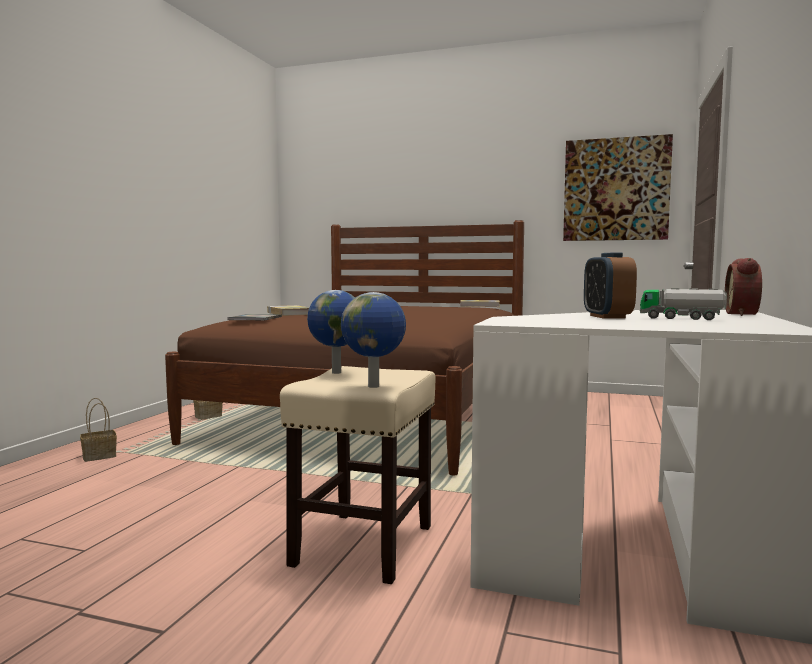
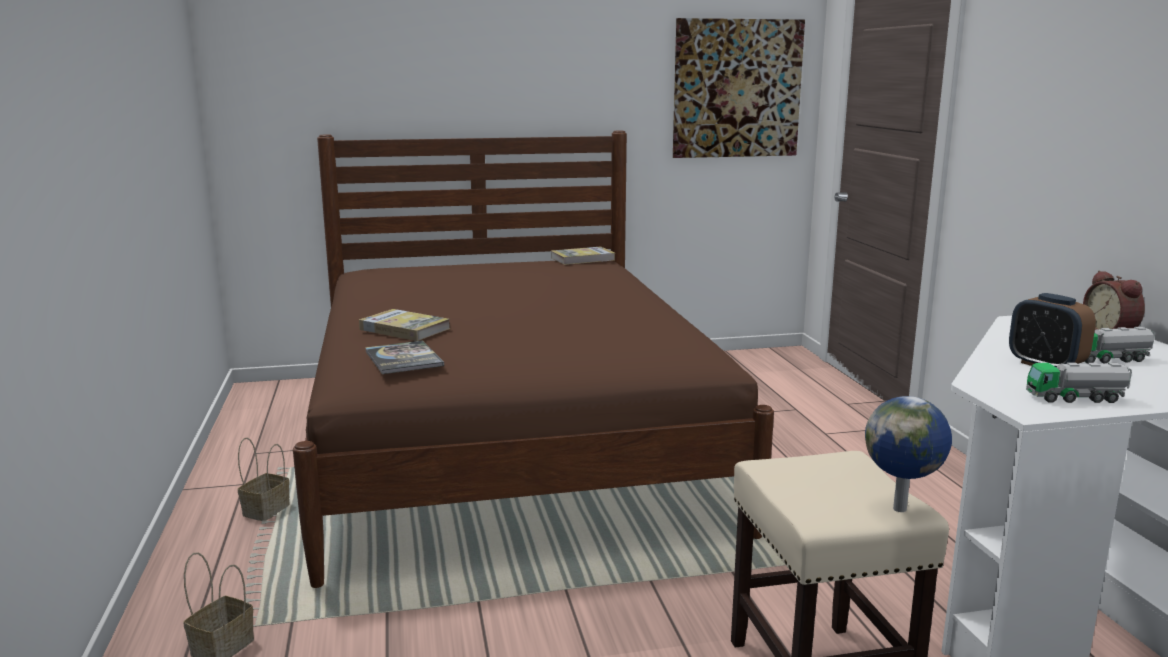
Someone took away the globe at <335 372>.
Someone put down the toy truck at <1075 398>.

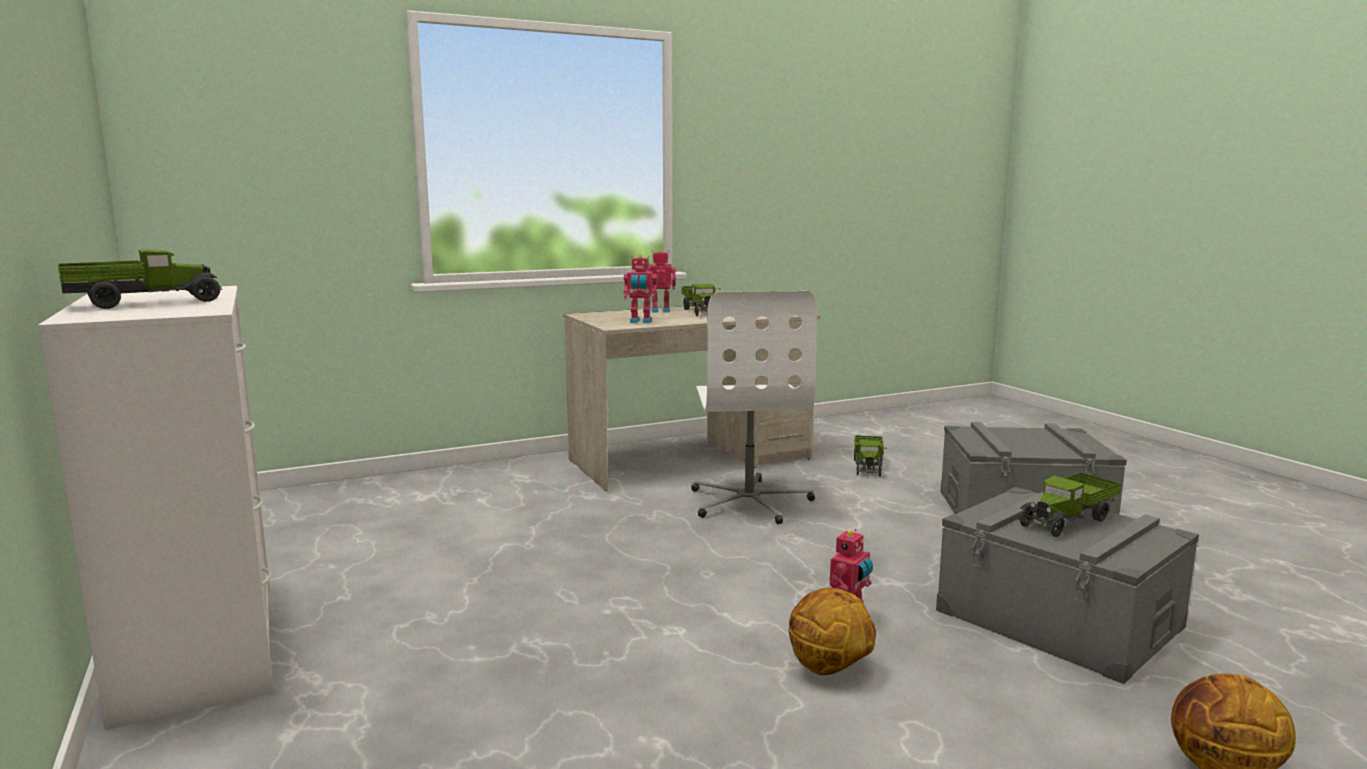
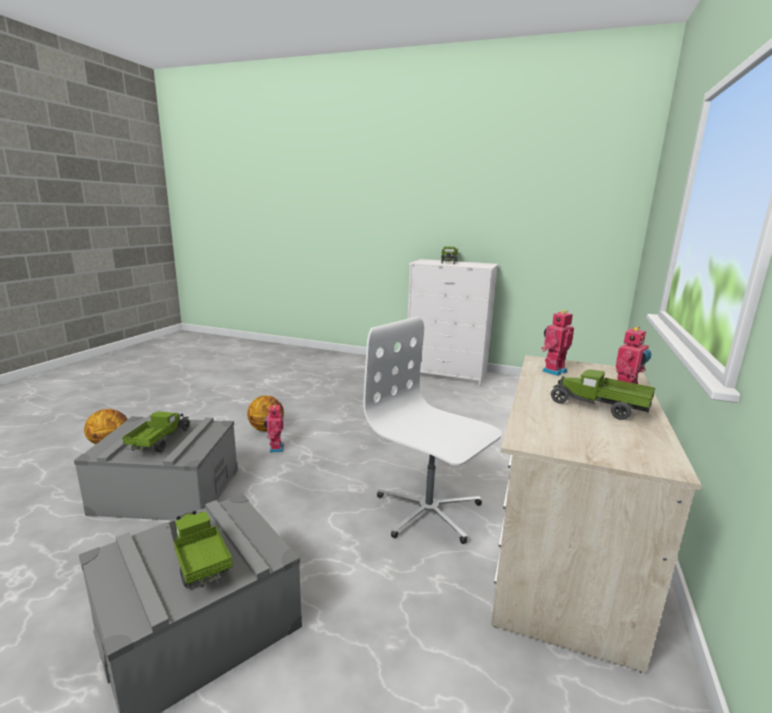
Someone carried the toy truck from <868 466> to <198 560>.

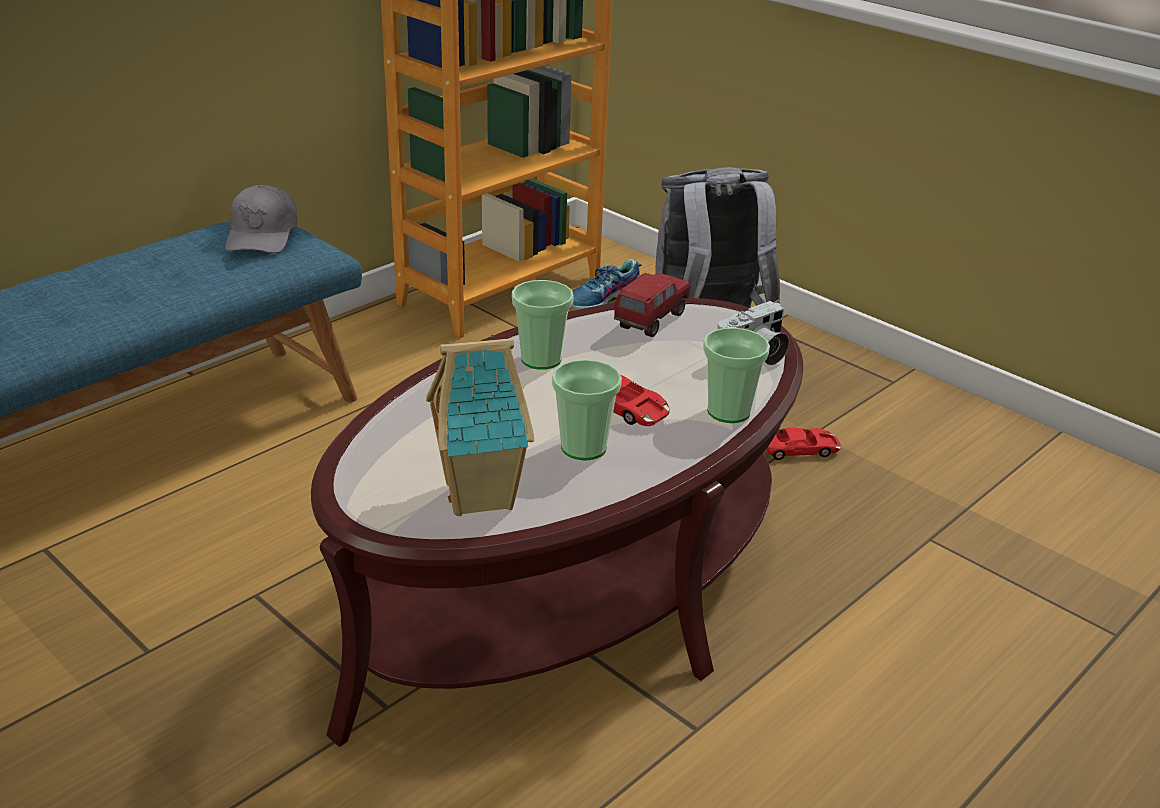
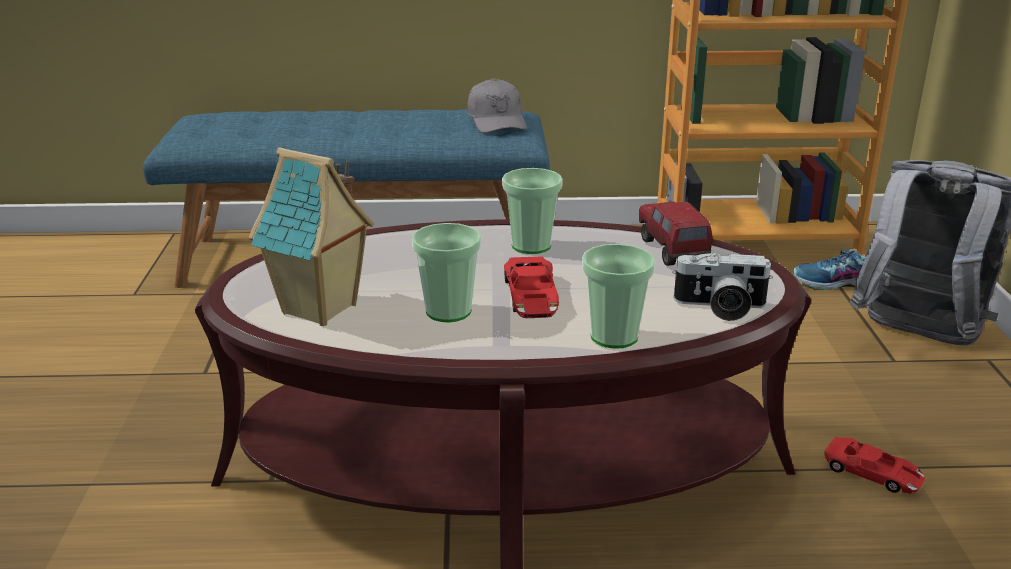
Someone rotated the cap in grey at <263 235> by 60 degrees counterclockwise.
Someone rotated the toy truck at <650 321> by 90 degrees counterclockwise.

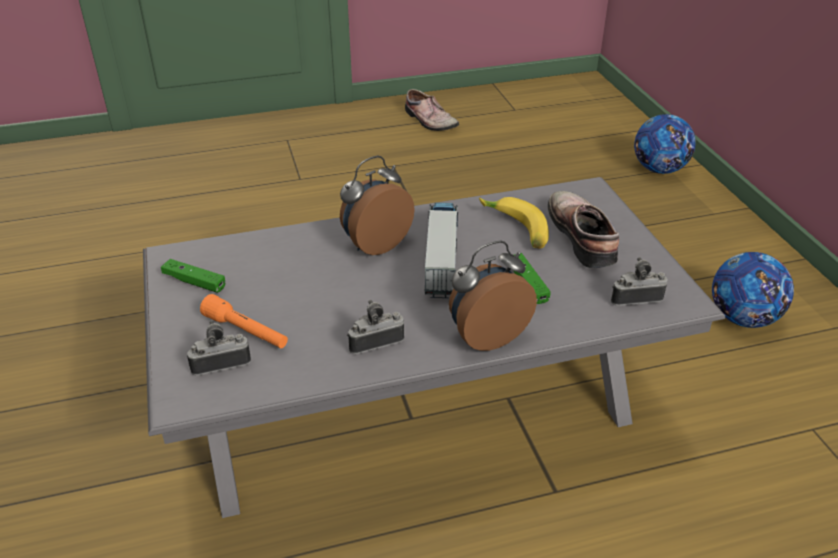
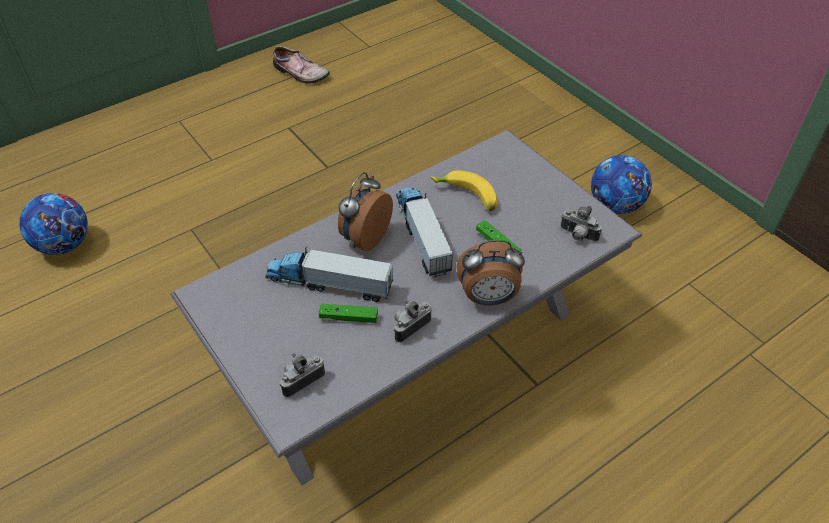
Someone carried the football from <659 169> to <64 245>.
Someone took away the shoe at <585 236>.
Someone rotated the alarm clock at <486 335> by 135 degrees counterclockwise.
Someone rotated the photo camera at <634 297> by 120 degrees counterclockwise.
Someone carried the game controller in green from <194 282> to <349 318>.
Someone took away the flashlight in orange at <246 332>.
Someone put down the toy truck at <329 283>.

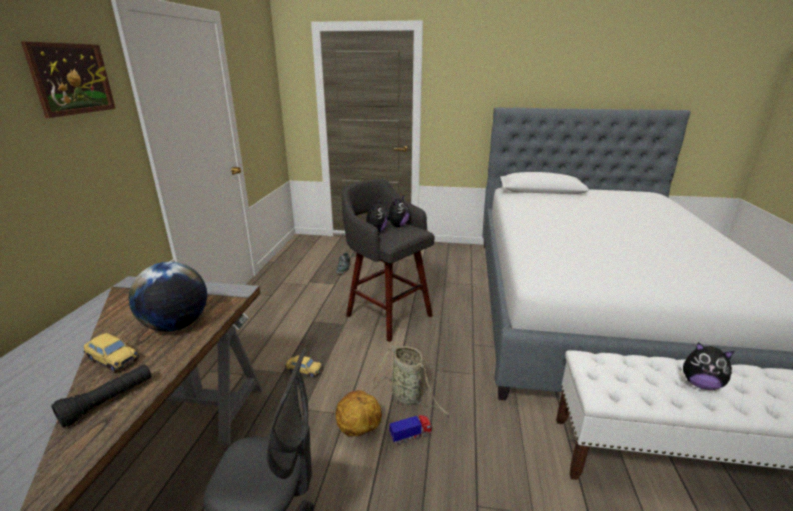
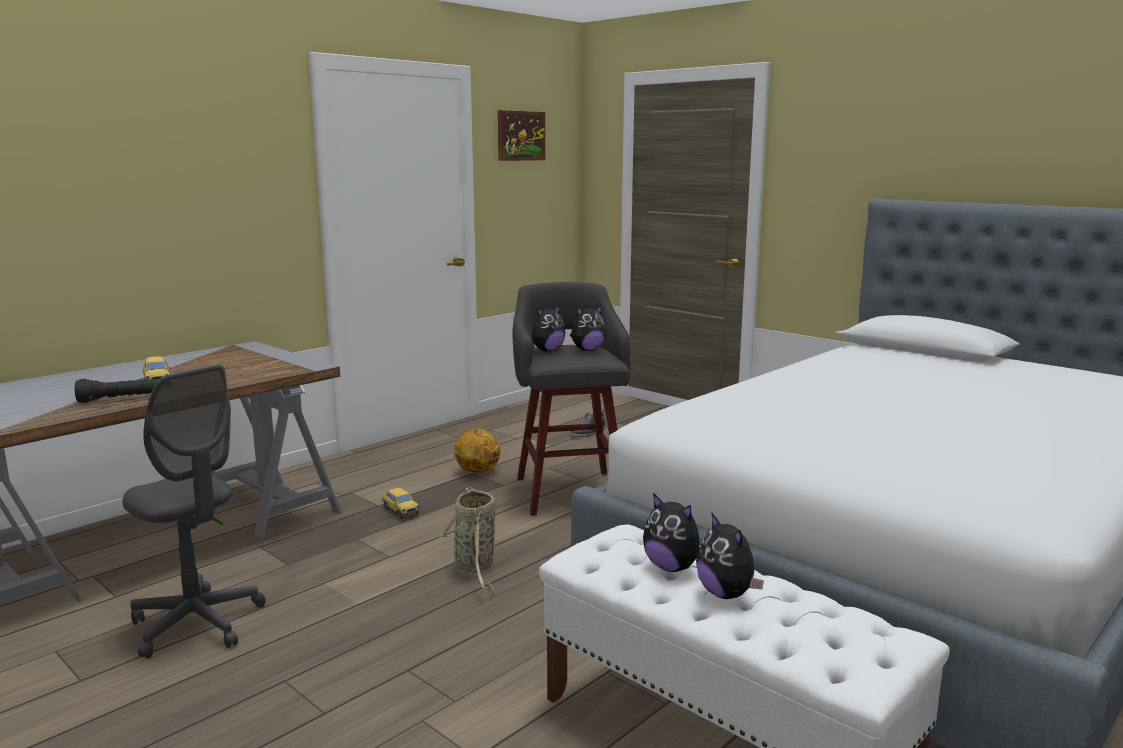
Someone carried the picture from <72 79> to <521 136>.
Someone took away the globe at <176 325>.
Someone carried the basketball from <358 430> to <477 471>.
Someone took away the toy truck at <411 436>.
Someone put down the plush toy at <672 567>.

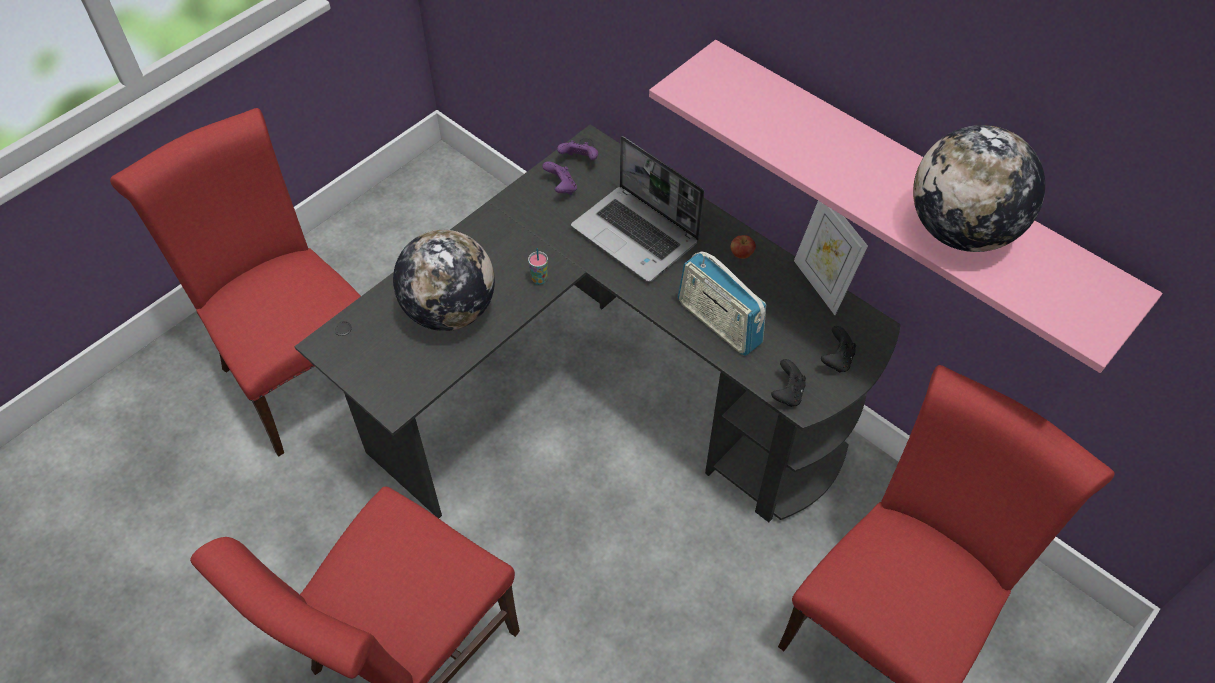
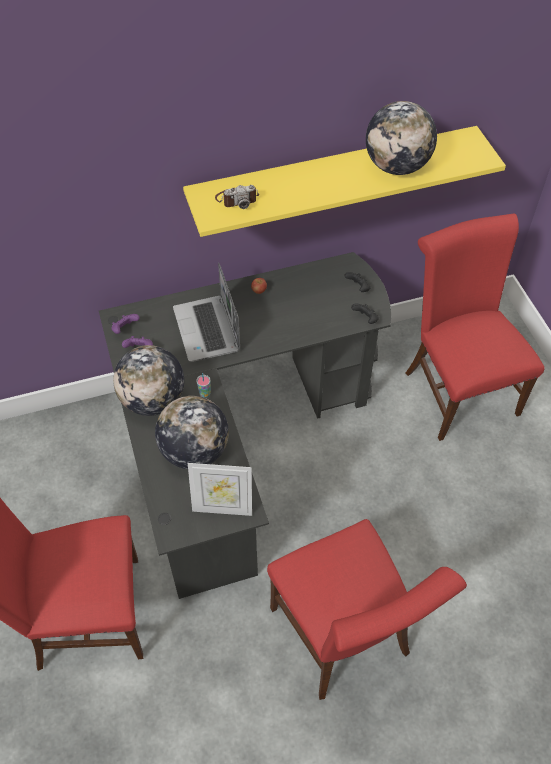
Someone repainted the shelf in pink at <907 185>, which became the shelf in yellow at <333 176>.
Someone rotated the laptop at <637 235> by 90 degrees clockwise.
Someone carried the picture frame from <820 284> to <222 507>.
Someone took away the radio at <719 323>.
Someone put down the photo camera at <237 199>.
Someone put down the globe at <153 400>.

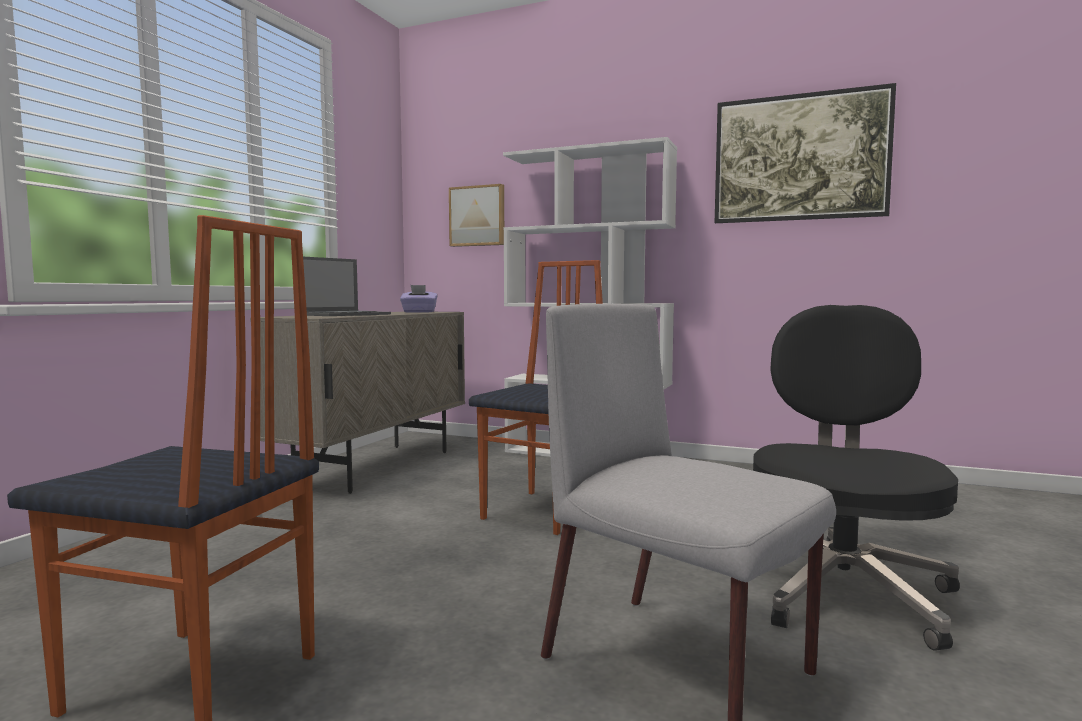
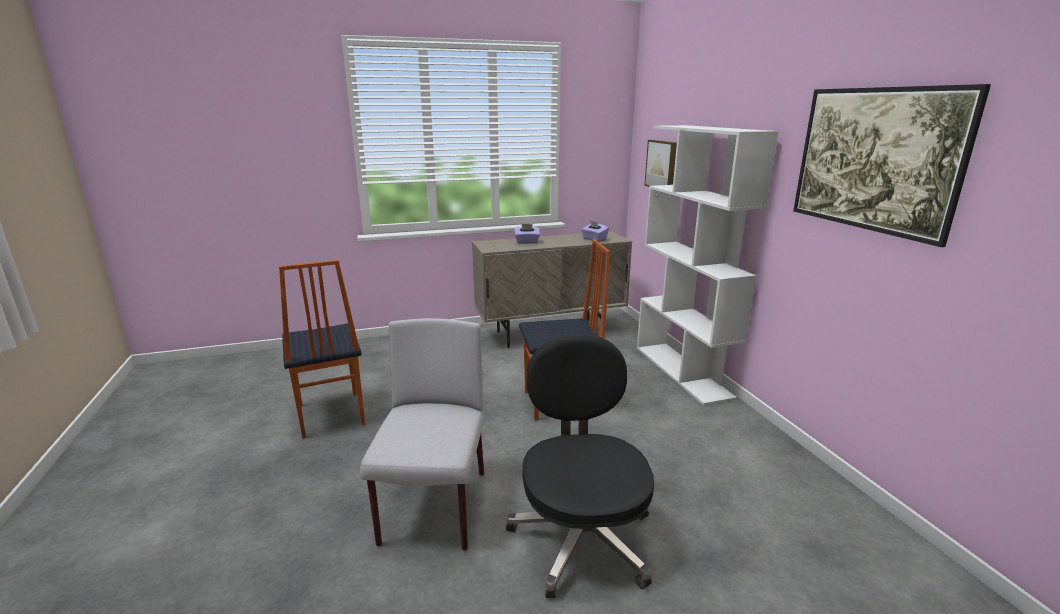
Someone swapped the laptop at <344 314> for the tissue box in purple at <527 242>.
Someone rotated the office chair in black at <841 590> by 75 degrees counterclockwise.

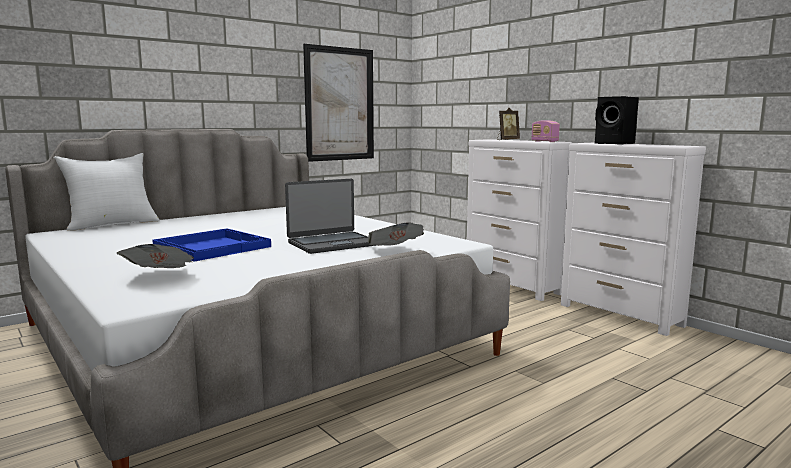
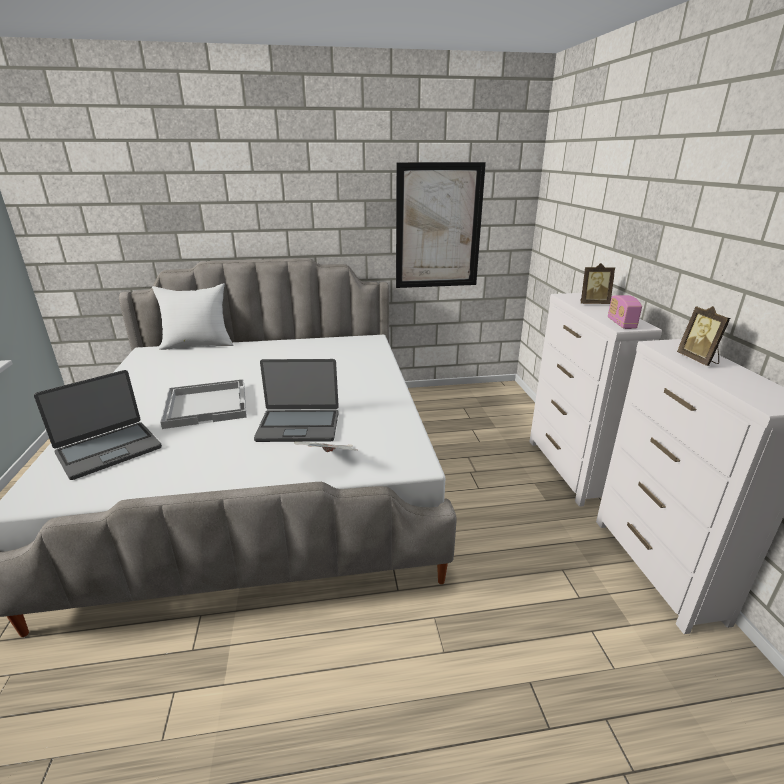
Someone swapped the speaker in black at <615 143> for the picture frame at <698 360>.
Someone repainted the tray in blue at <212 247>, which became the tray in white at <207 404>.
Someone swapped the newspaper at <160 276> for the laptop at <108 450>.

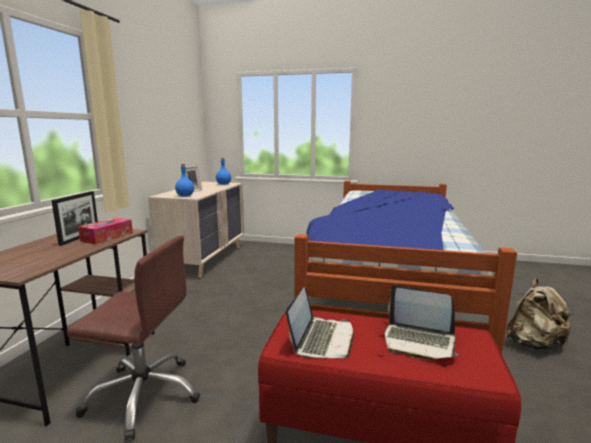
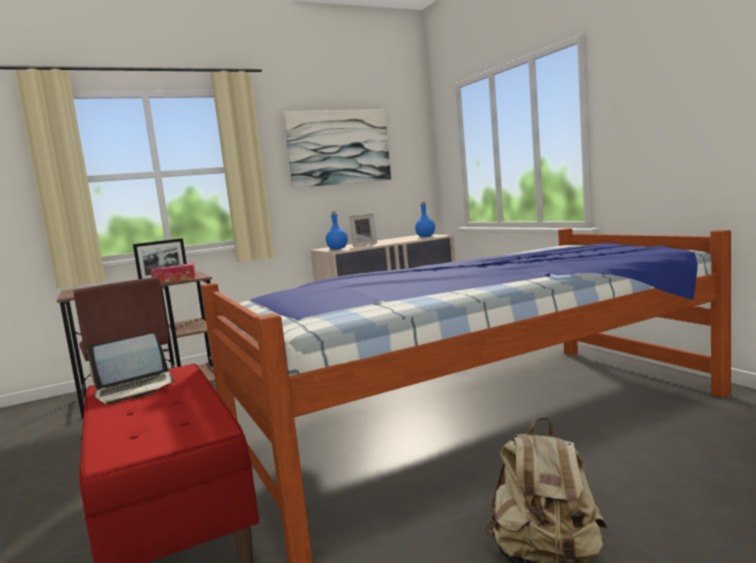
Someone took away the laptop at <418 341>.
Someone put up the picture at <338 147>.

